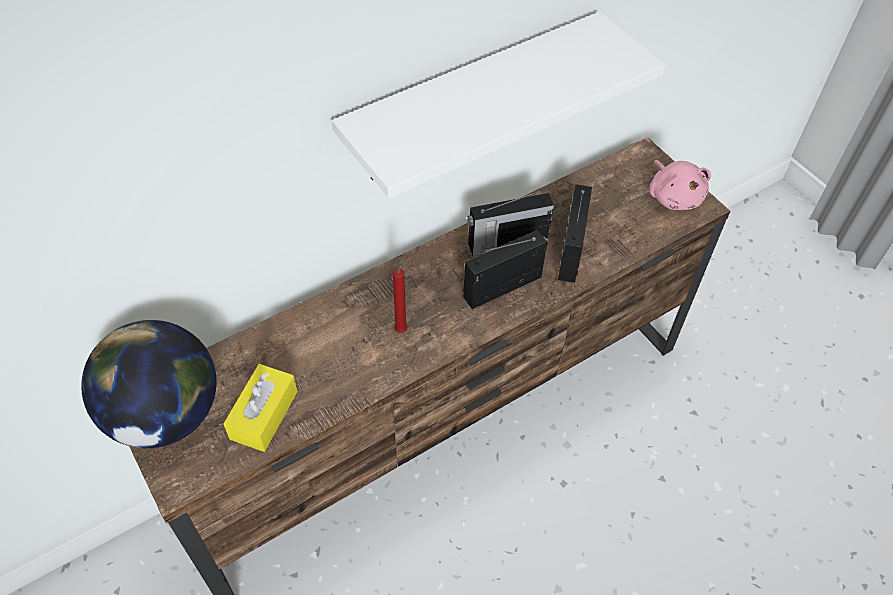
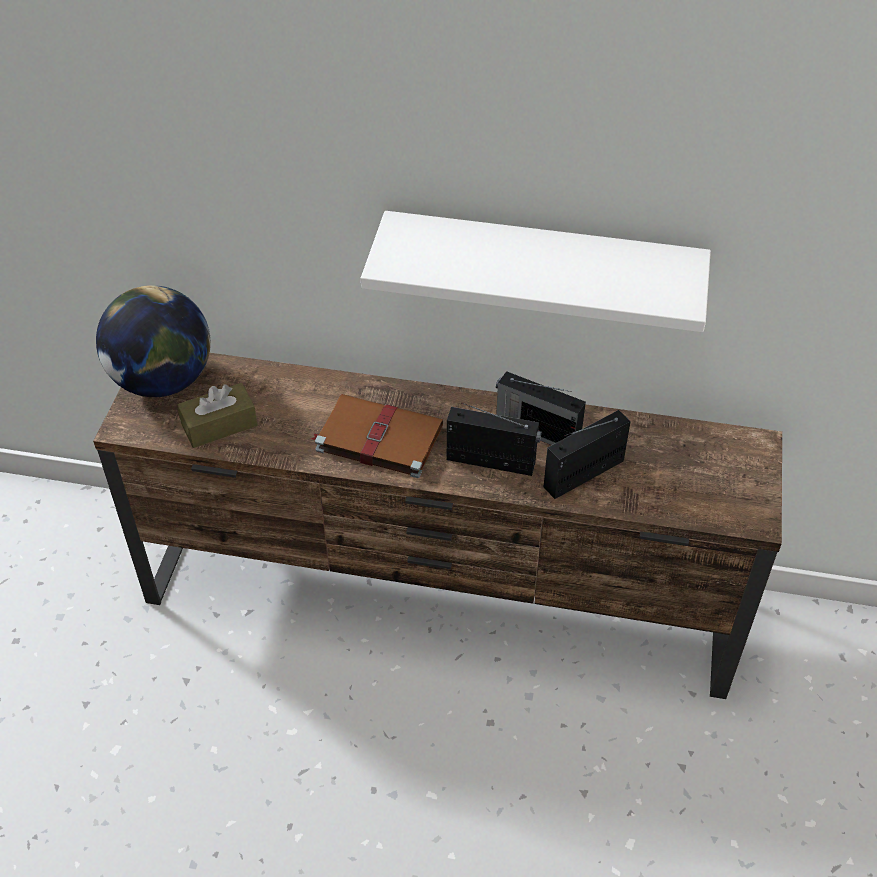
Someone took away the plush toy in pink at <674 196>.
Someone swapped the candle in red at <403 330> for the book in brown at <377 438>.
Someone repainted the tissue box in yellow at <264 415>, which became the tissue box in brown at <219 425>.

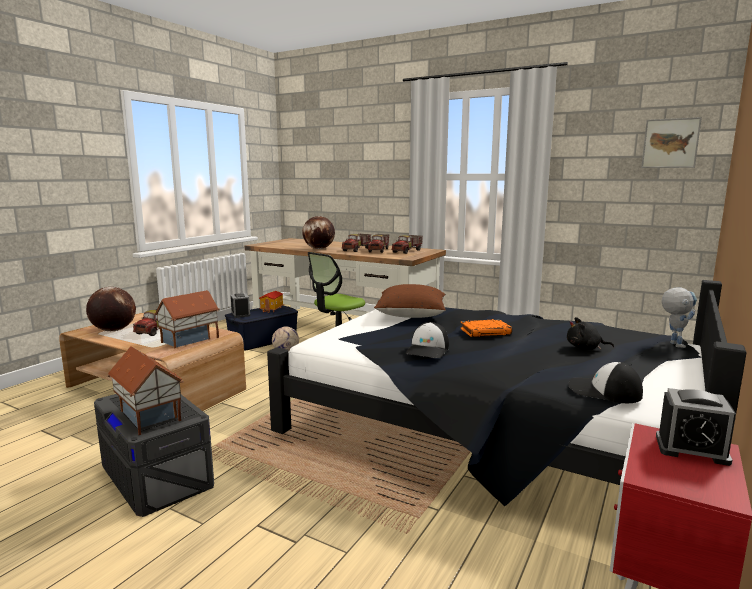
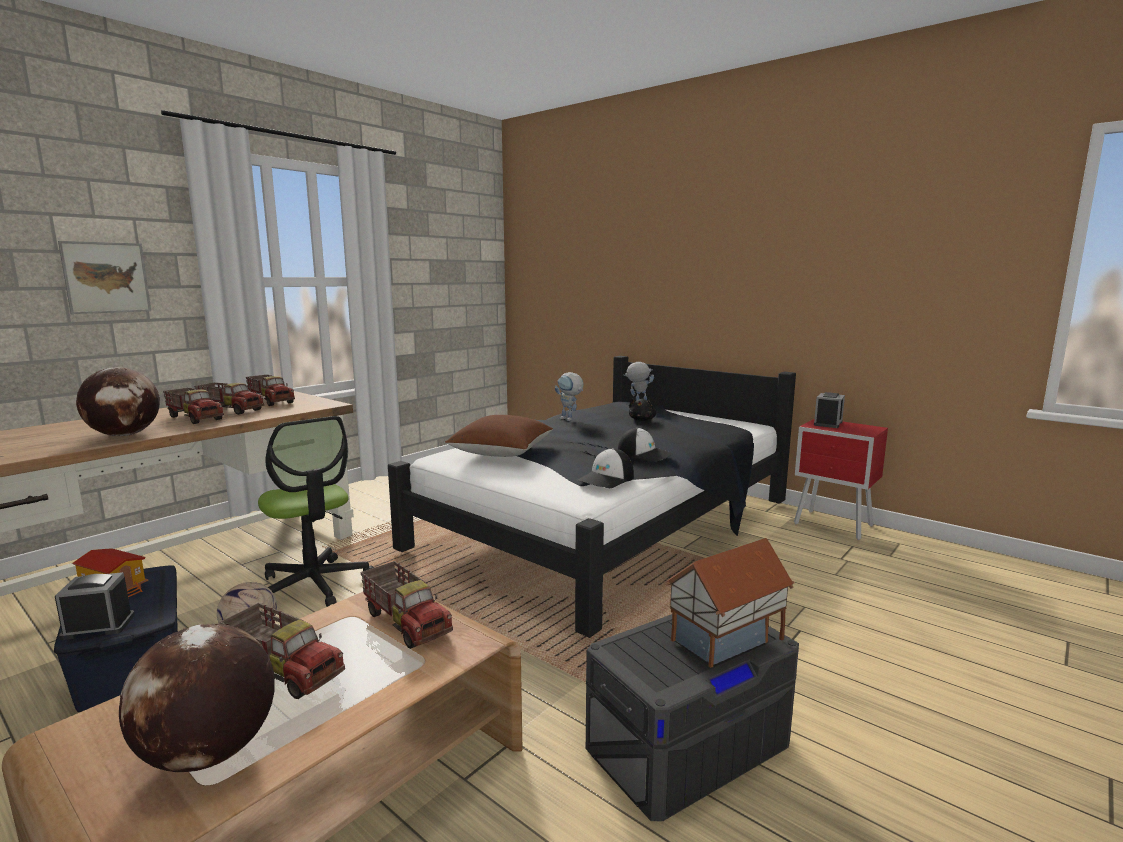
Someone carried the picture from <670 143> to <106 277>.
Someone swapped the toy house at <190 340> for the toy truck at <407 622>.
Someone took away the book in orange at <486 331>.
Someone carried the cap from <604 391> to <607 479>.
Someone put down the toy robot at <569 420>.

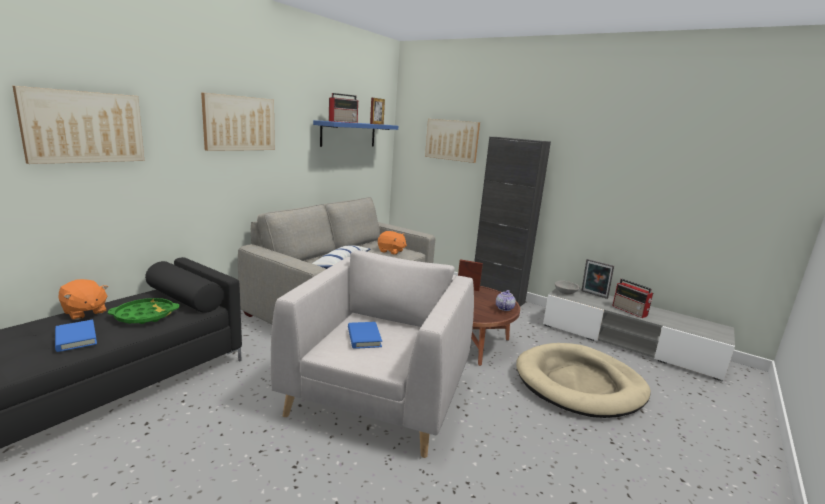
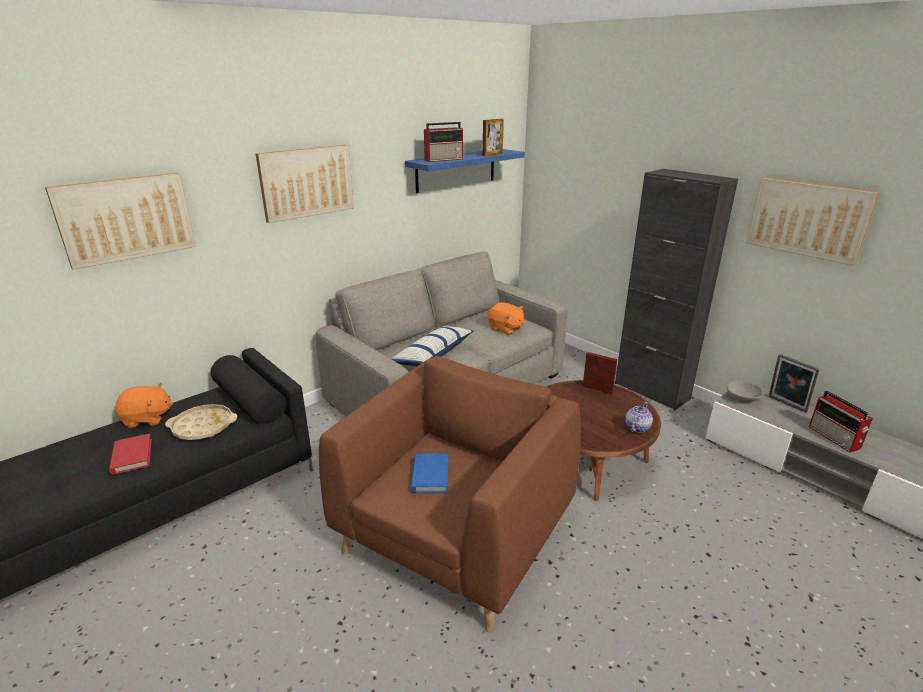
Someone carried the picture from <452 140> to <808 219>.
Someone repainted the armchair in grey at <378 395>, which became the armchair in brown at <455 534>.
Someone rotated the plush toy in orange at <84 312> by 60 degrees counterclockwise.
Someone repainted the tray in green at <145 315>, which became the tray in beige at <203 427>.
Someone repainted the book in blue at <76 338>, which became the book in red at <132 456>.
Someone took away the dog bed in beige at <579 384>.

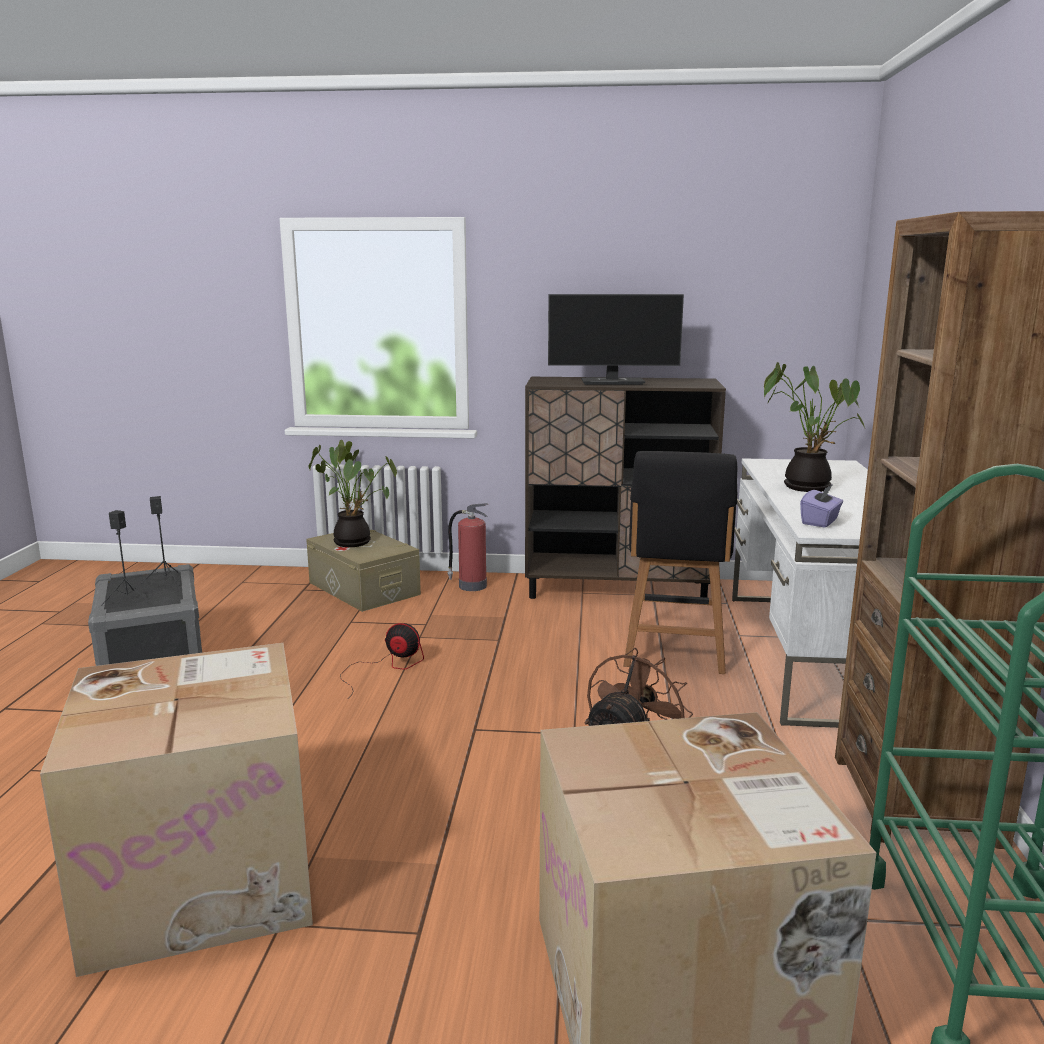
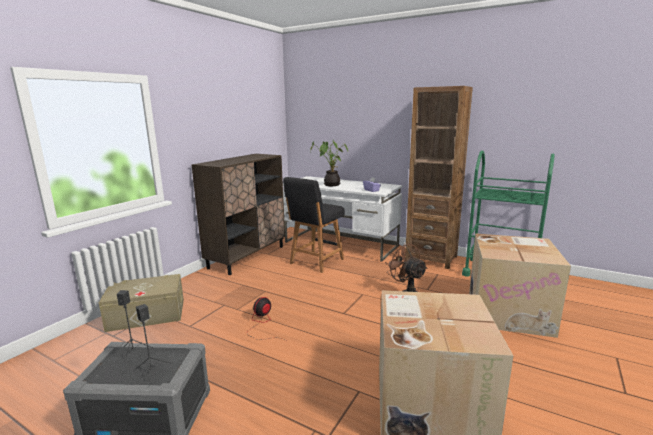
Someone took away the monitor at <613 382>.
Someone took away the potted plant at <355 541>.
Someone rotated the chair in black at <674 652> by 90 degrees clockwise.
Someone took away the fire extinguisher at <471 586>.

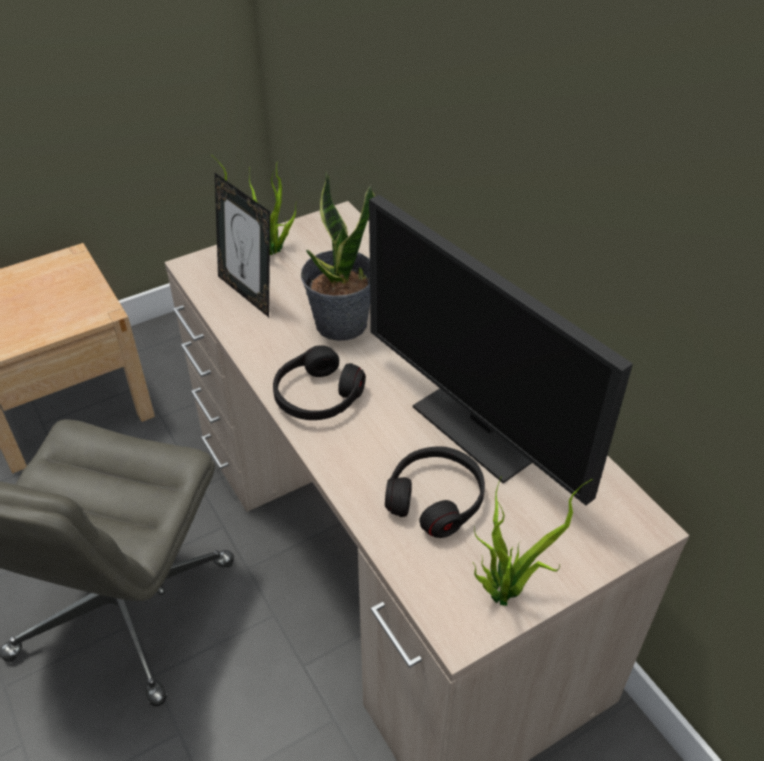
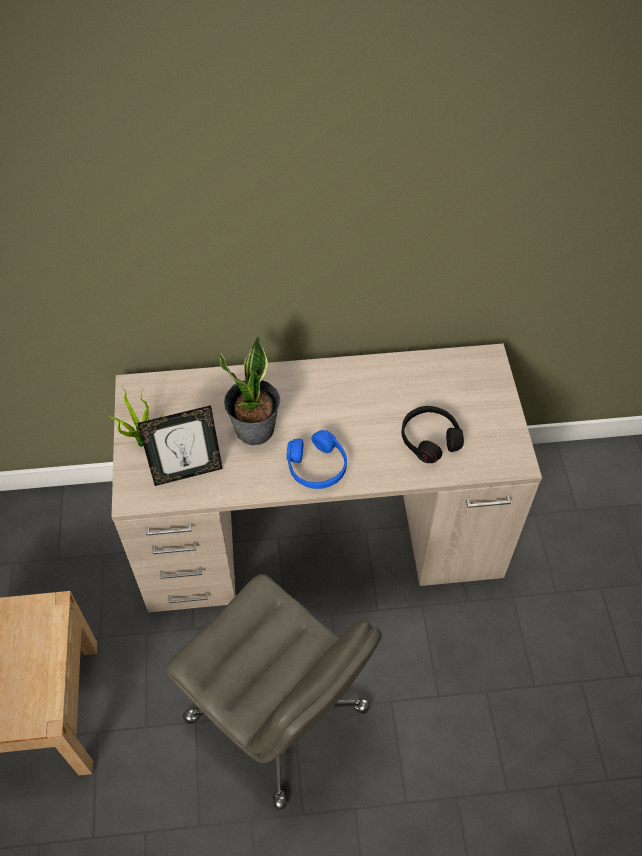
Someone took away the monitor at <486 425>.
Someone repainted the headphones in black at <317 396>, which became the headphones in blue at <317 466>.
Someone took away the potted plant at <505 589>.

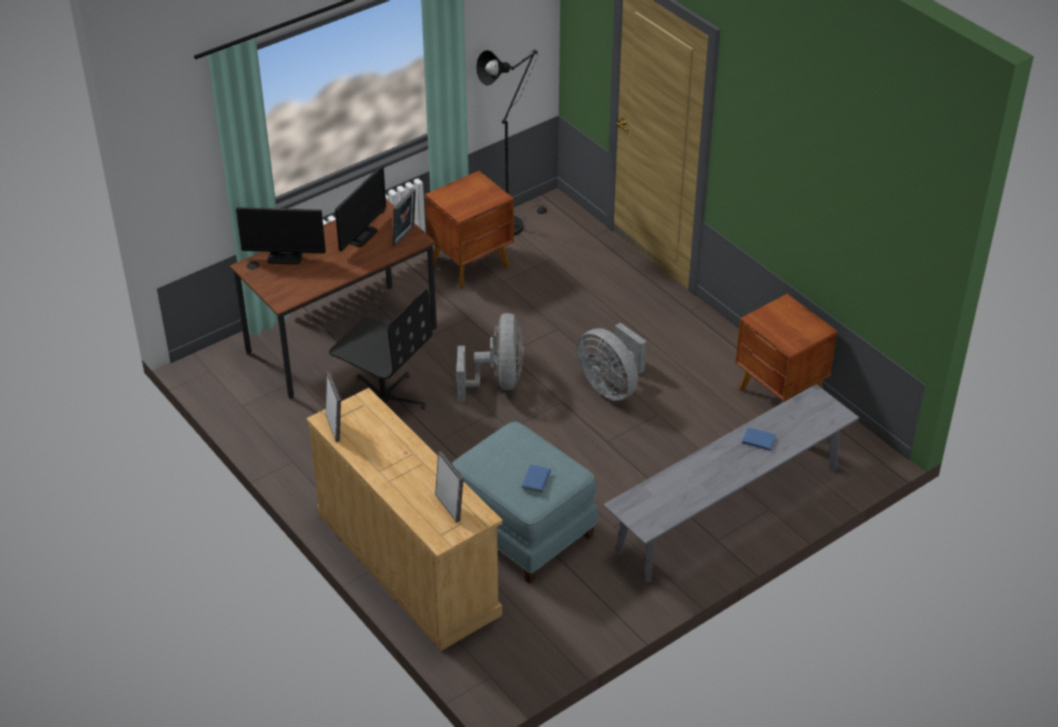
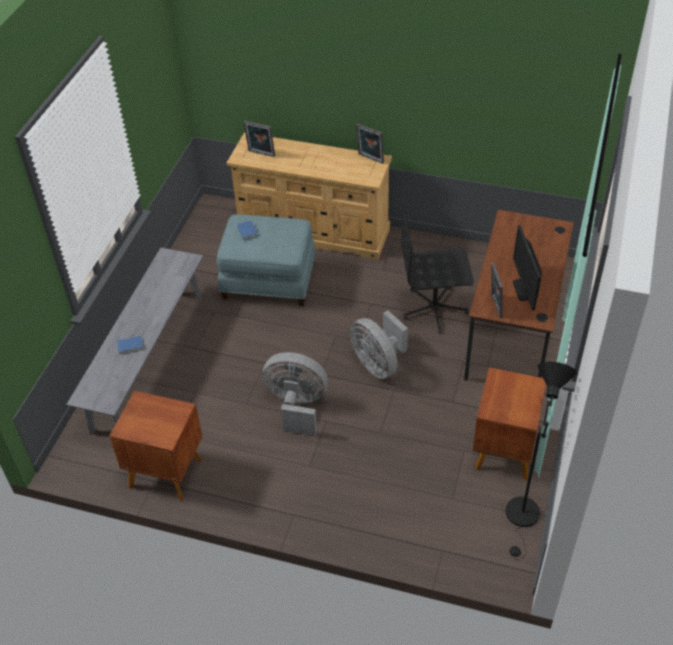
Someone took away the monitor at <285 257>.

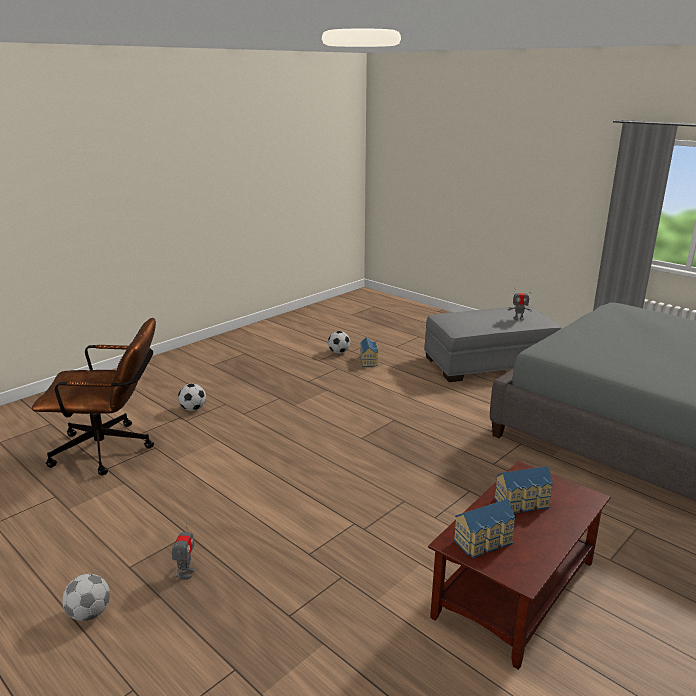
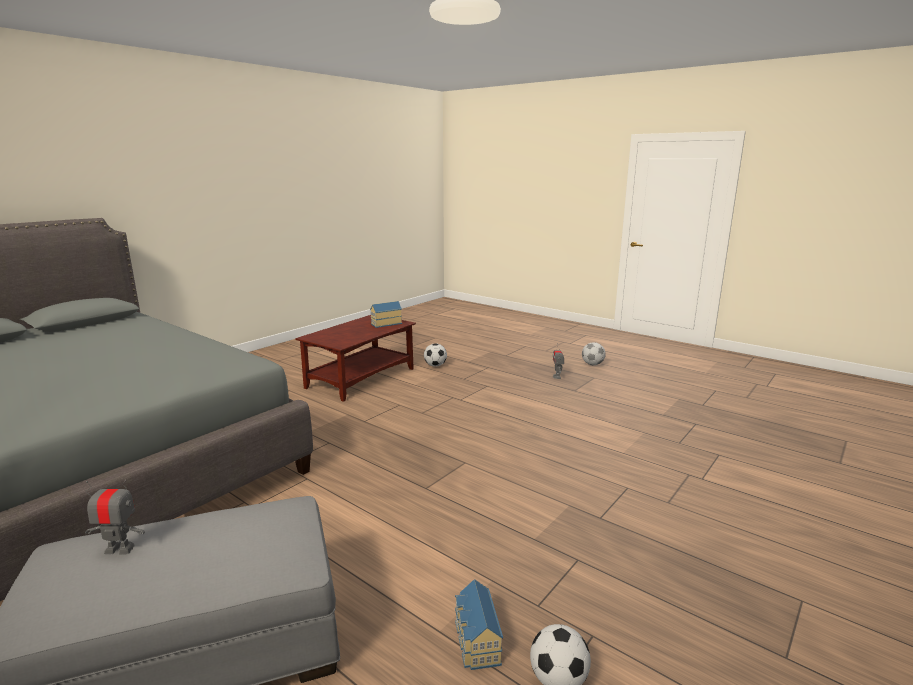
Someone took away the office chair in brown at <111 449>.
Someone carried the football from <193 409> to <435 365>.
Someone took away the toy house at <523 503>.

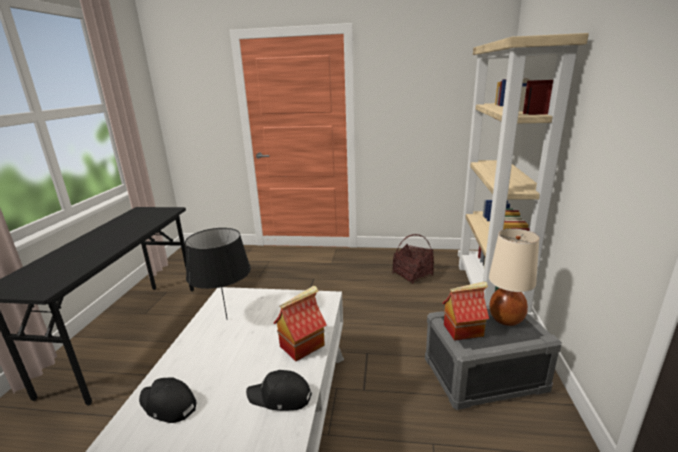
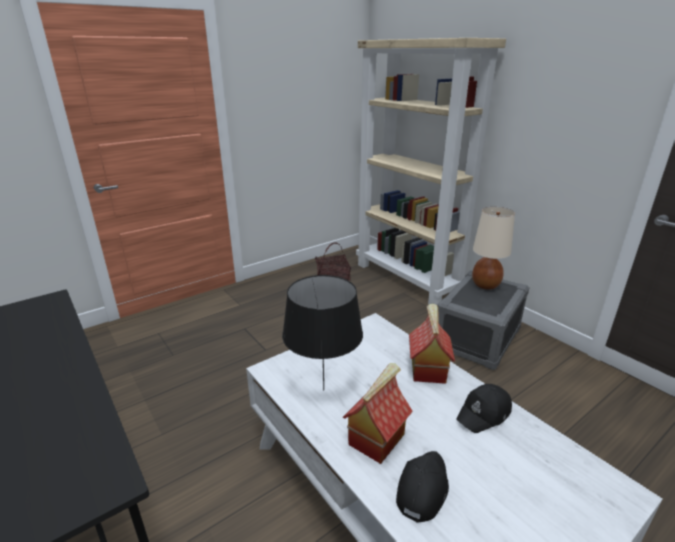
Someone carried the toy house from <463 330> to <376 438>.
Someone rotated the cap in black at <167 405> by 135 degrees clockwise.

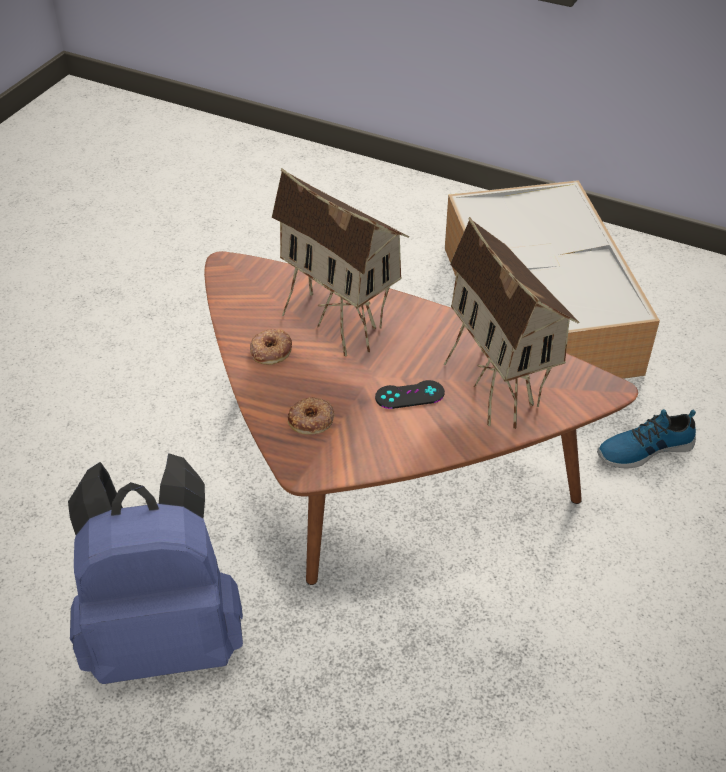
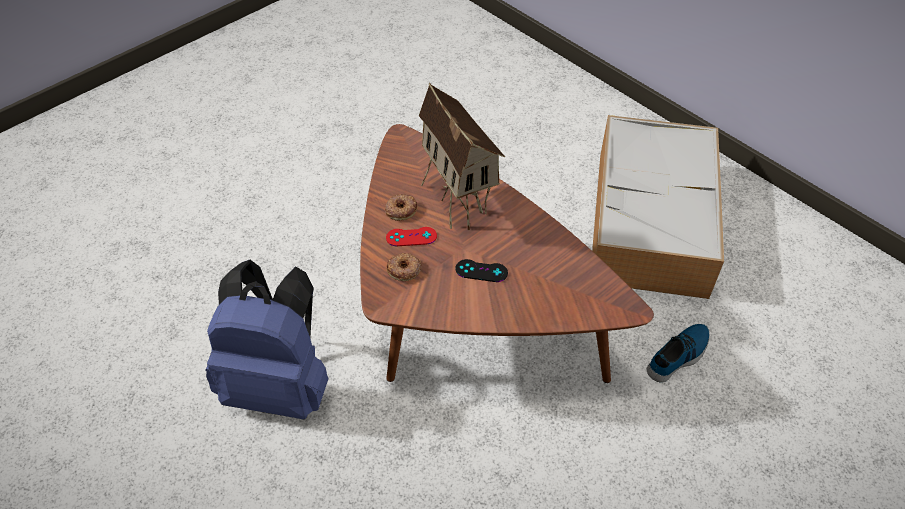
Someone took away the toy house at <498 390>.
Someone rotated the shoe at <644 448> by 135 degrees clockwise.
Someone put down the game controller in red at <411 237>.

